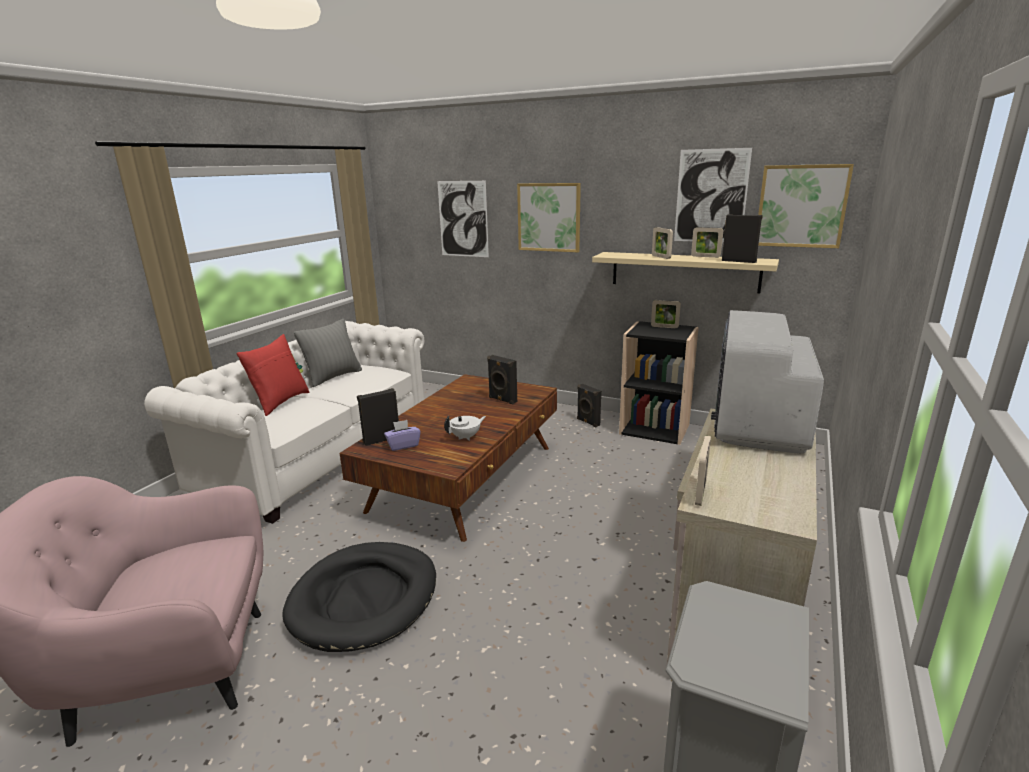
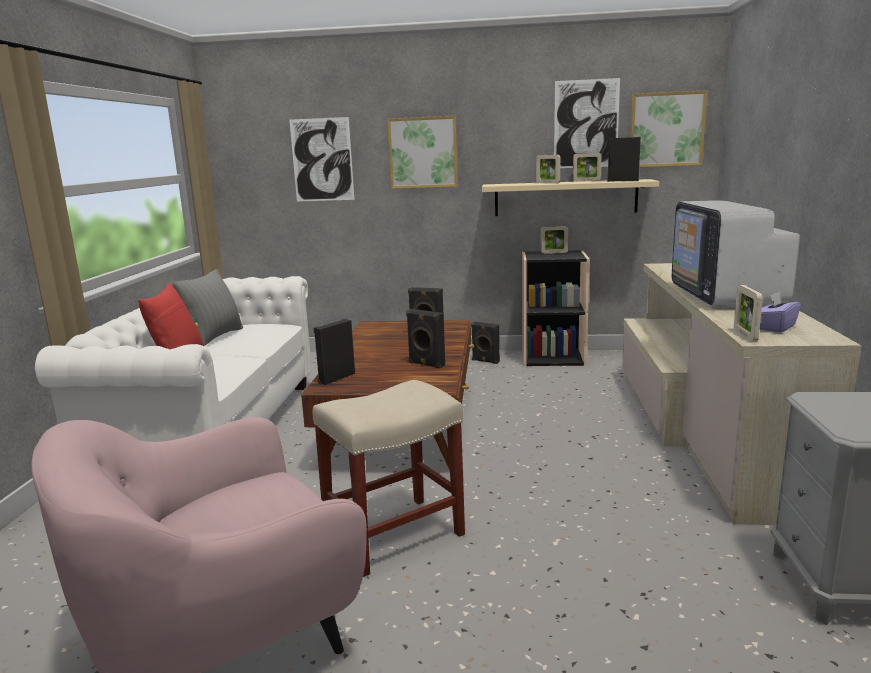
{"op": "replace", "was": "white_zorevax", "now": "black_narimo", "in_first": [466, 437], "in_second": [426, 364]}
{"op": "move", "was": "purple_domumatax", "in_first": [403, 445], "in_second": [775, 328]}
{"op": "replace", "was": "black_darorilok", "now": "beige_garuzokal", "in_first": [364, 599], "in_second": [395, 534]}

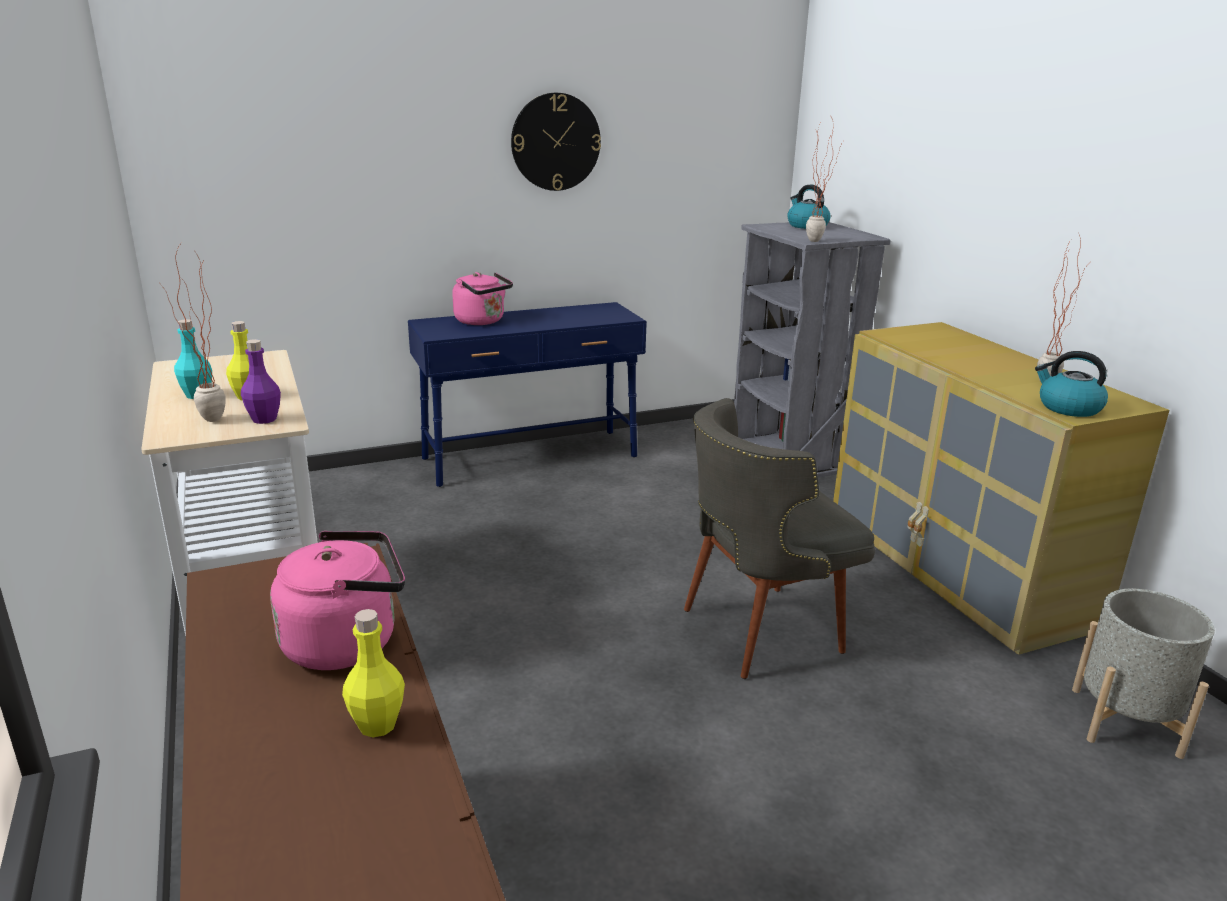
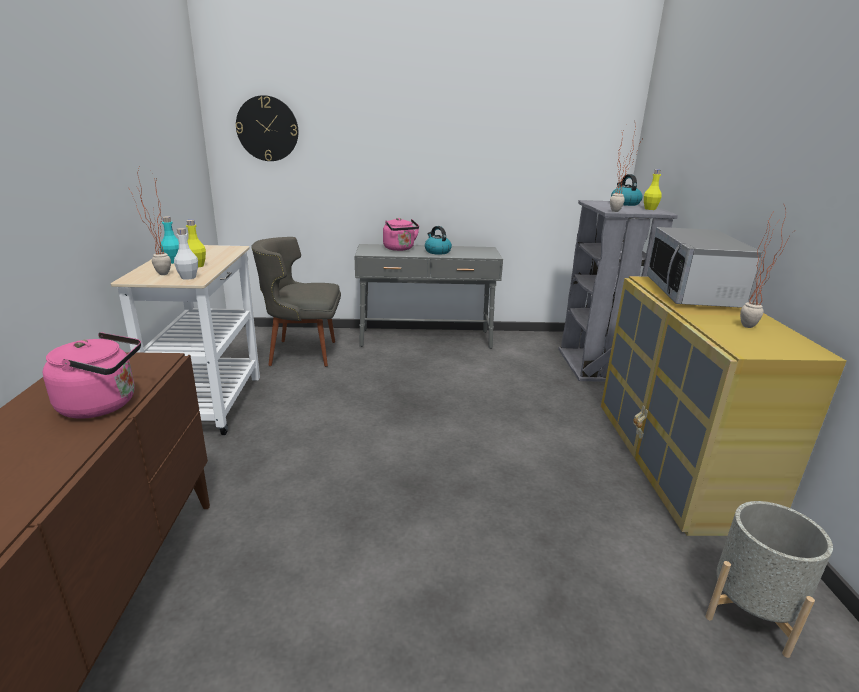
{"op": "move", "was": "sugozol", "in_first": [555, 142], "in_second": [267, 129]}
{"op": "recolor", "was": "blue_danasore", "now": "grey_danasore", "in_first": [531, 458], "in_second": [425, 339]}
{"op": "recolor", "was": "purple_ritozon", "now": "white_ritozon", "in_first": [264, 419], "in_second": [188, 277]}
{"op": "move", "was": "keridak", "in_first": [1068, 408], "in_second": [437, 251]}
{"op": "move", "was": "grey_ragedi", "in_first": [762, 631], "in_second": [304, 353]}
{"op": "move", "was": "yellow_ritozon", "in_first": [377, 725], "in_second": [650, 209]}
{"op": "insert", "now": "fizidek", "in_second": [692, 294]}

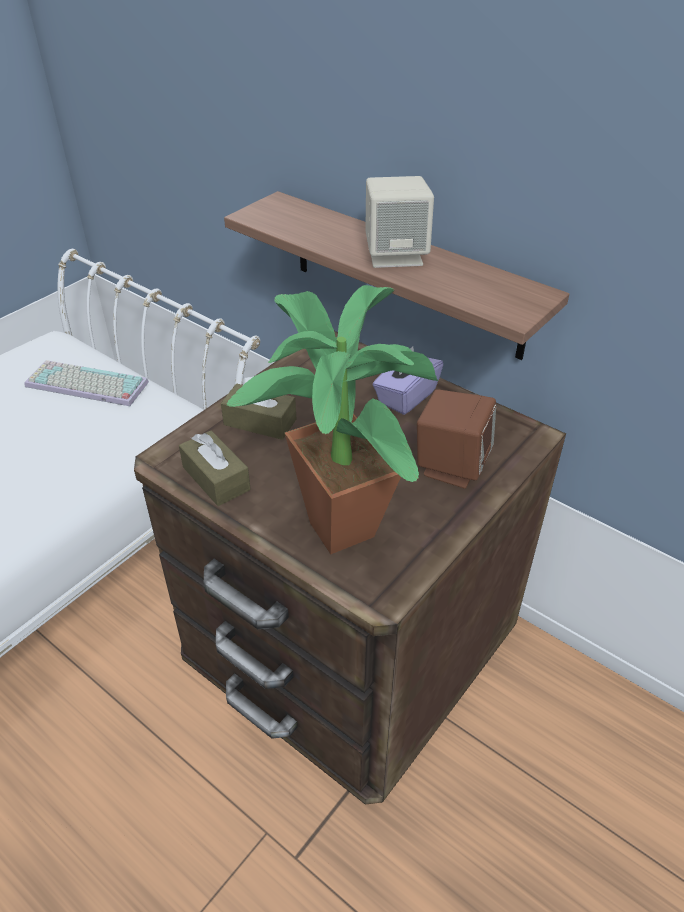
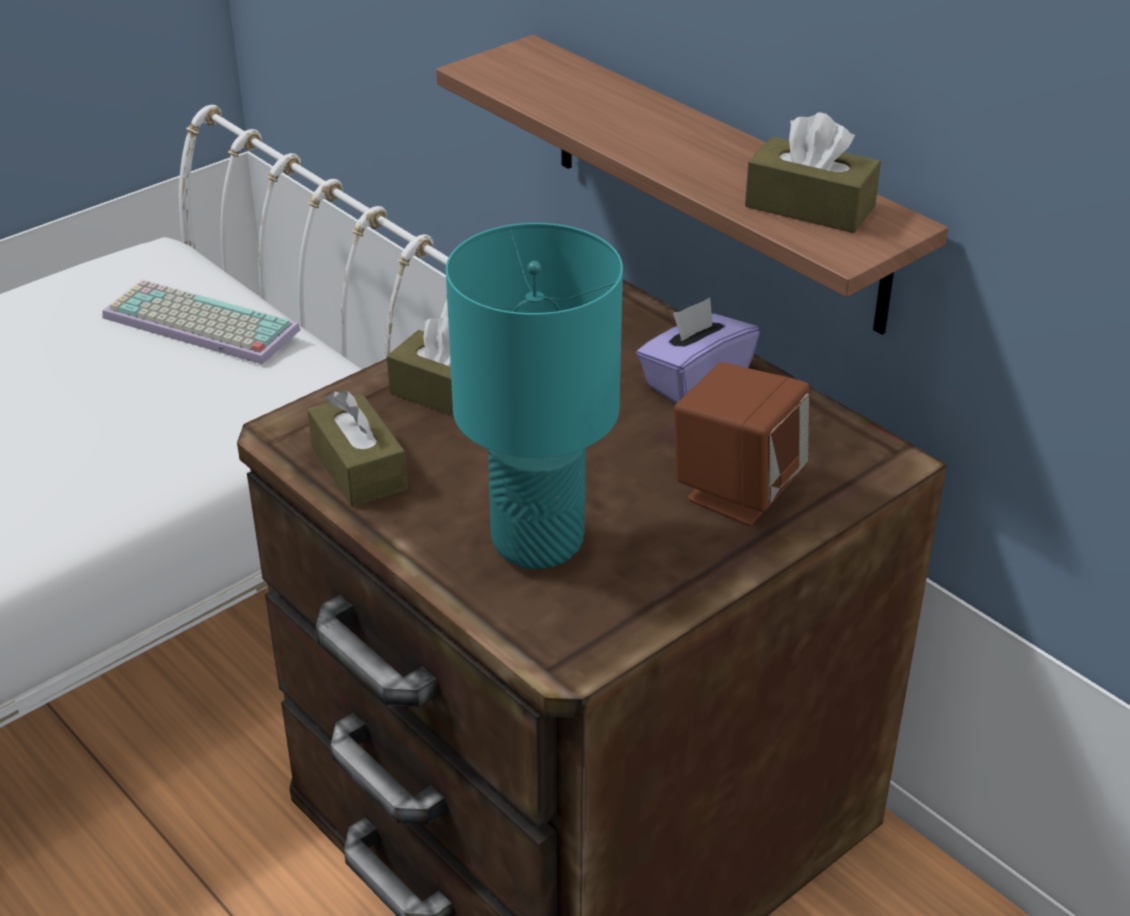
{"op": "delete", "was": "beige_narimo", "in_first": [395, 256]}
{"op": "replace", "was": "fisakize", "now": "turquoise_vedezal", "in_first": [342, 519], "in_second": [538, 547]}
{"op": "insert", "now": "brown_domumatax", "in_second": [809, 206]}

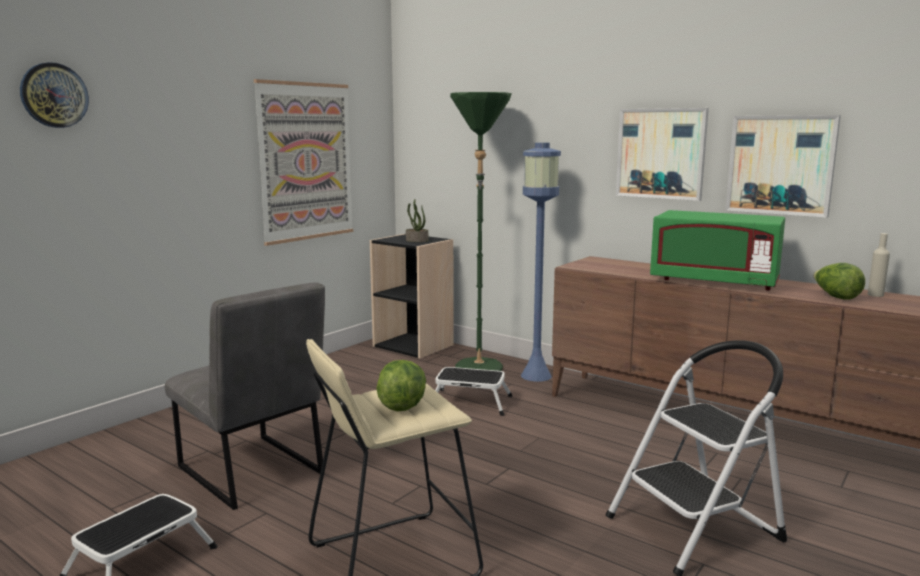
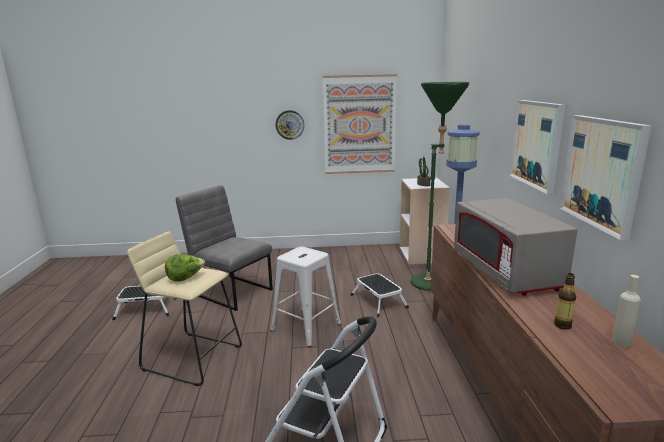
{"op": "move", "was": "sugozol", "in_first": [54, 95], "in_second": [290, 125]}
{"op": "recolor", "was": "green_fizidek", "now": "grey_fizidek", "in_first": [714, 282], "in_second": [505, 272]}
{"op": "recolor", "was": "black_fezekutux", "now": "white_fezekutux", "in_first": [414, 345], "in_second": [422, 255]}
{"op": "replace", "was": "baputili", "now": "ritozon", "in_first": [835, 297], "in_second": [562, 325]}
{"op": "rotate", "was": "grey_ragedi", "in_first": [251, 471], "in_second": [232, 291], "clockwise": 120}
{"op": "insert", "now": "white_garuzokal", "in_second": [306, 327]}

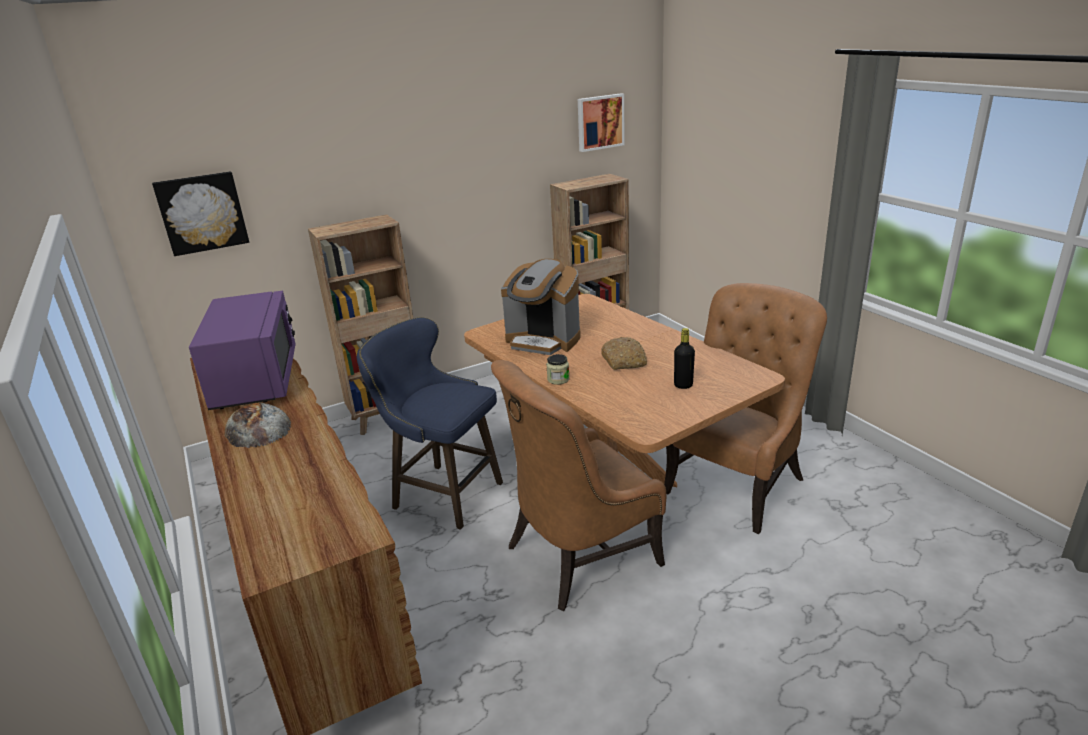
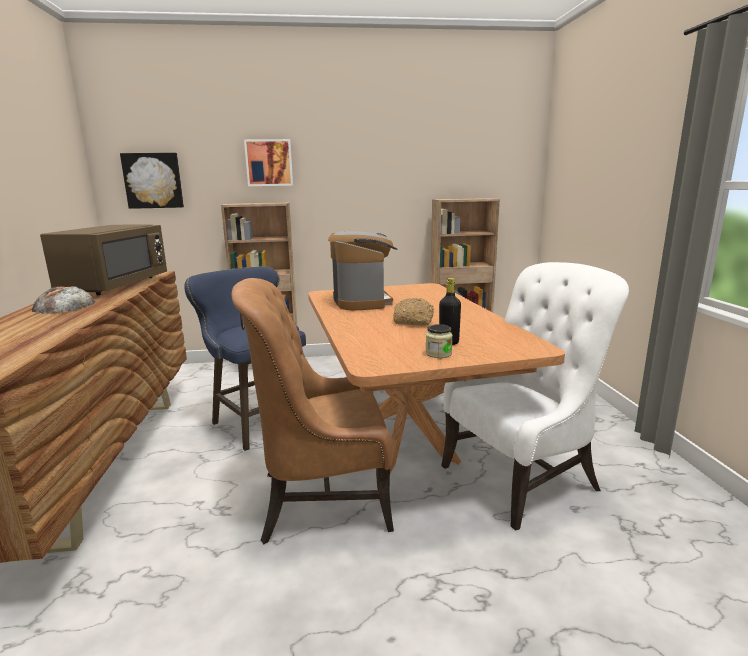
{"op": "move", "was": "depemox", "in_first": [599, 122], "in_second": [269, 163]}
{"op": "rotate", "was": "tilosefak", "in_first": [543, 341], "in_second": [362, 302], "clockwise": -150}
{"op": "recolor", "was": "brown_ragedi", "now": "white_ragedi", "in_first": [736, 485], "in_second": [521, 478]}
{"op": "recolor", "was": "purple_fizidek", "now": "brown_fizidek", "in_first": [256, 380], "in_second": [115, 286]}
{"op": "move", "was": "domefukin", "in_first": [558, 379], "in_second": [438, 354]}

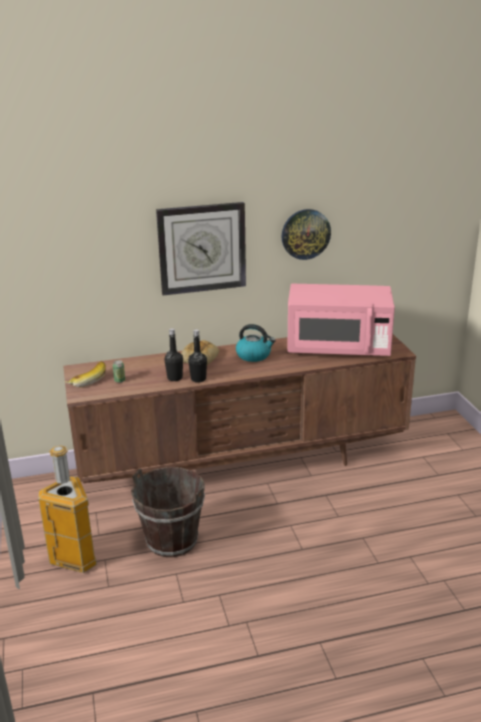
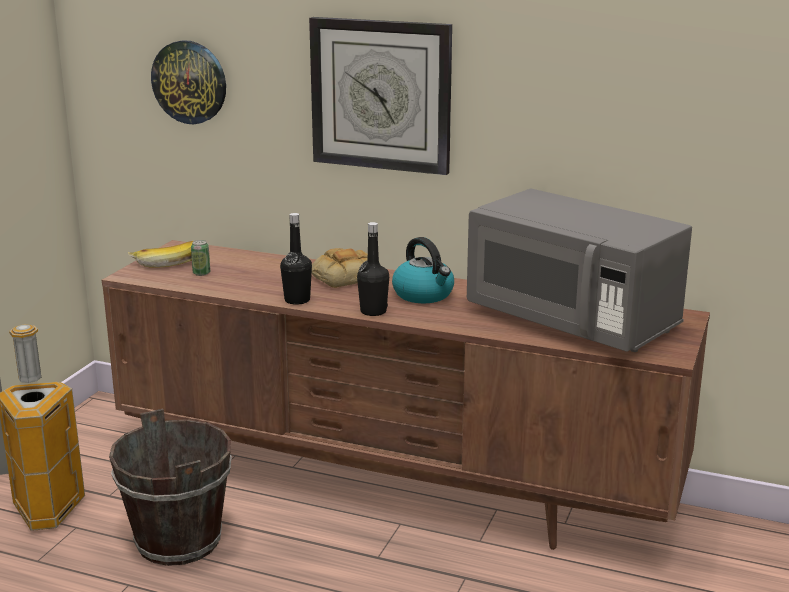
{"op": "move", "was": "sugozol", "in_first": [305, 234], "in_second": [189, 82]}
{"op": "recolor", "was": "pink_fizidek", "now": "grey_fizidek", "in_first": [338, 348], "in_second": [572, 321]}
{"op": "move", "was": "black_ritozon", "in_first": [175, 378], "in_second": [373, 311]}

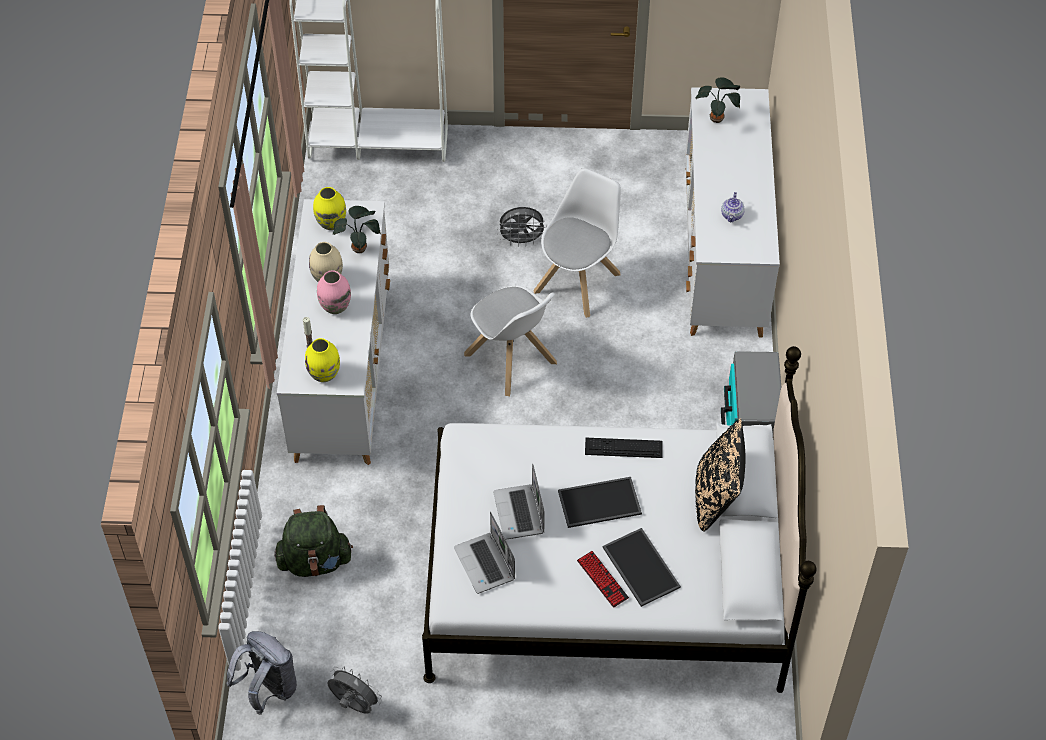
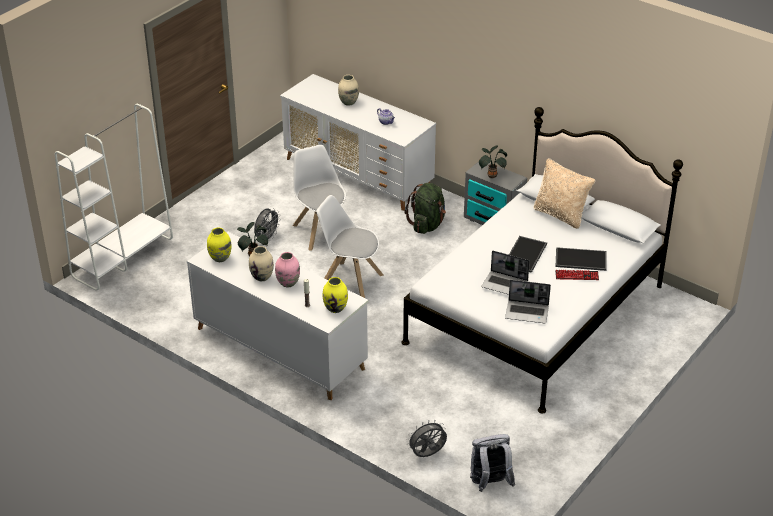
{"op": "move", "was": "fisakize", "in_first": [717, 118], "in_second": [491, 175]}
{"op": "rotate", "was": "ragedi", "in_first": [512, 360], "in_second": [350, 280], "clockwise": -150}
{"op": "recolor", "was": "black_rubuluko", "now": "beige_rubuluko", "in_first": [715, 499], "in_second": [560, 216]}
{"op": "delete", "was": "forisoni", "in_first": [623, 447]}
{"op": "move", "was": "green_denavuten", "in_first": [315, 561], "in_second": [427, 224]}
{"op": "move", "was": "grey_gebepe", "in_first": [354, 705], "in_second": [427, 455]}
{"op": "insert", "now": "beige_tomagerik", "in_second": [348, 102]}

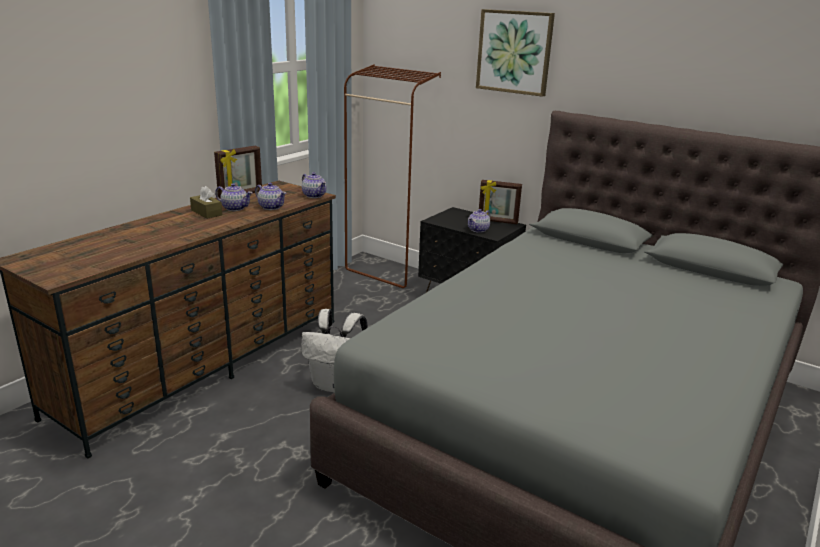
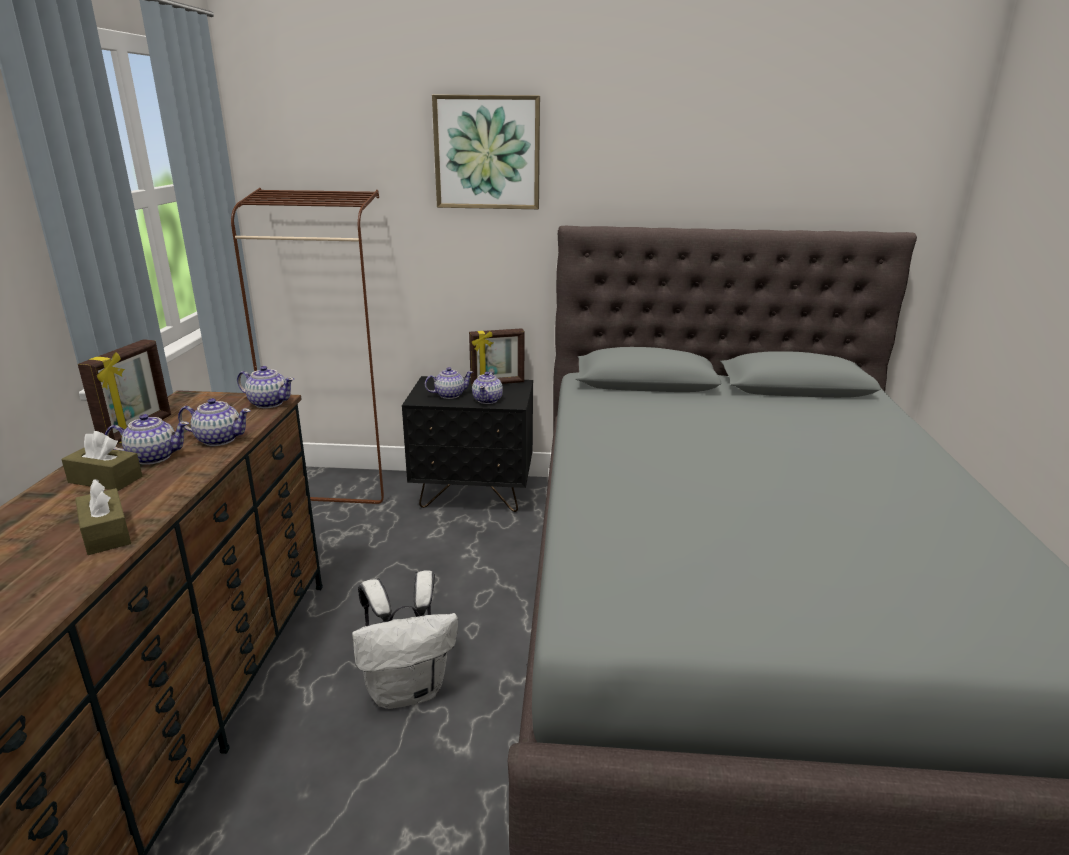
{"op": "insert", "now": "zorevax", "in_second": [449, 395]}
{"op": "insert", "now": "brown_domumatax", "in_second": [106, 533]}

